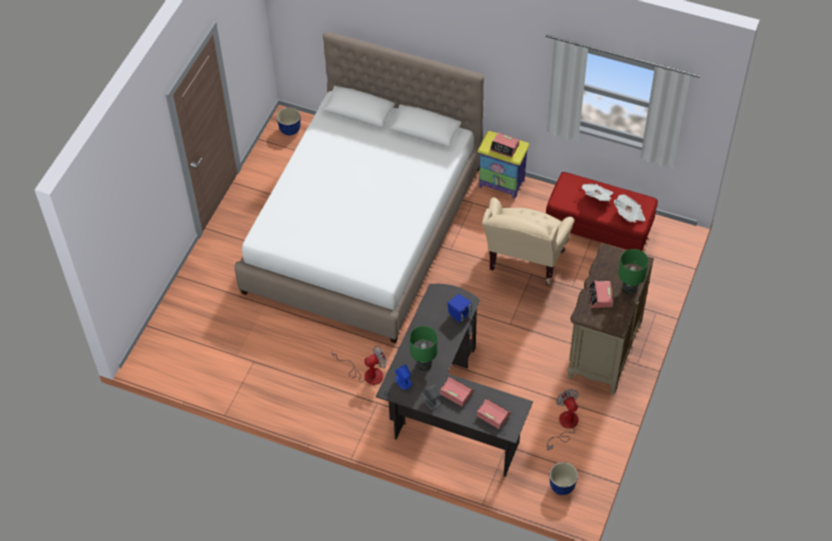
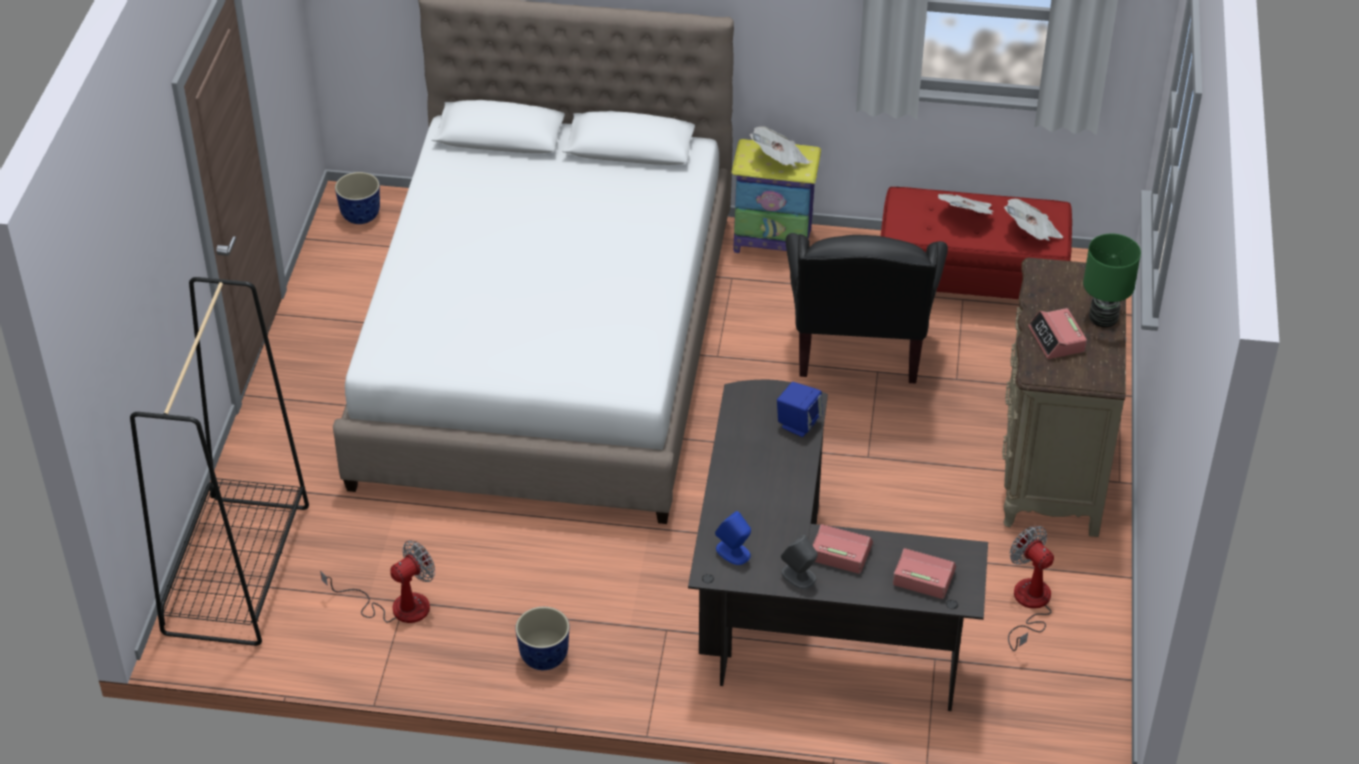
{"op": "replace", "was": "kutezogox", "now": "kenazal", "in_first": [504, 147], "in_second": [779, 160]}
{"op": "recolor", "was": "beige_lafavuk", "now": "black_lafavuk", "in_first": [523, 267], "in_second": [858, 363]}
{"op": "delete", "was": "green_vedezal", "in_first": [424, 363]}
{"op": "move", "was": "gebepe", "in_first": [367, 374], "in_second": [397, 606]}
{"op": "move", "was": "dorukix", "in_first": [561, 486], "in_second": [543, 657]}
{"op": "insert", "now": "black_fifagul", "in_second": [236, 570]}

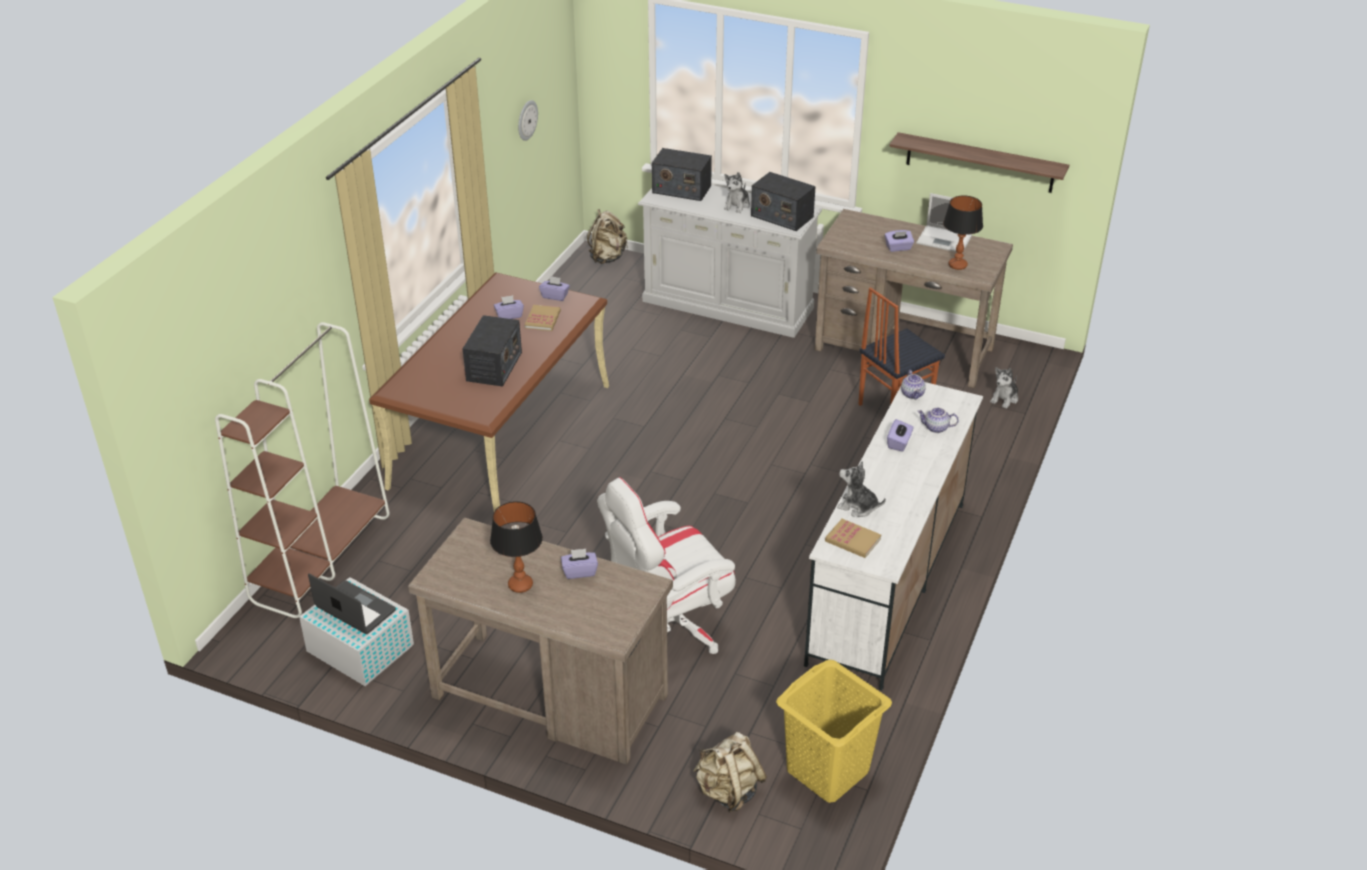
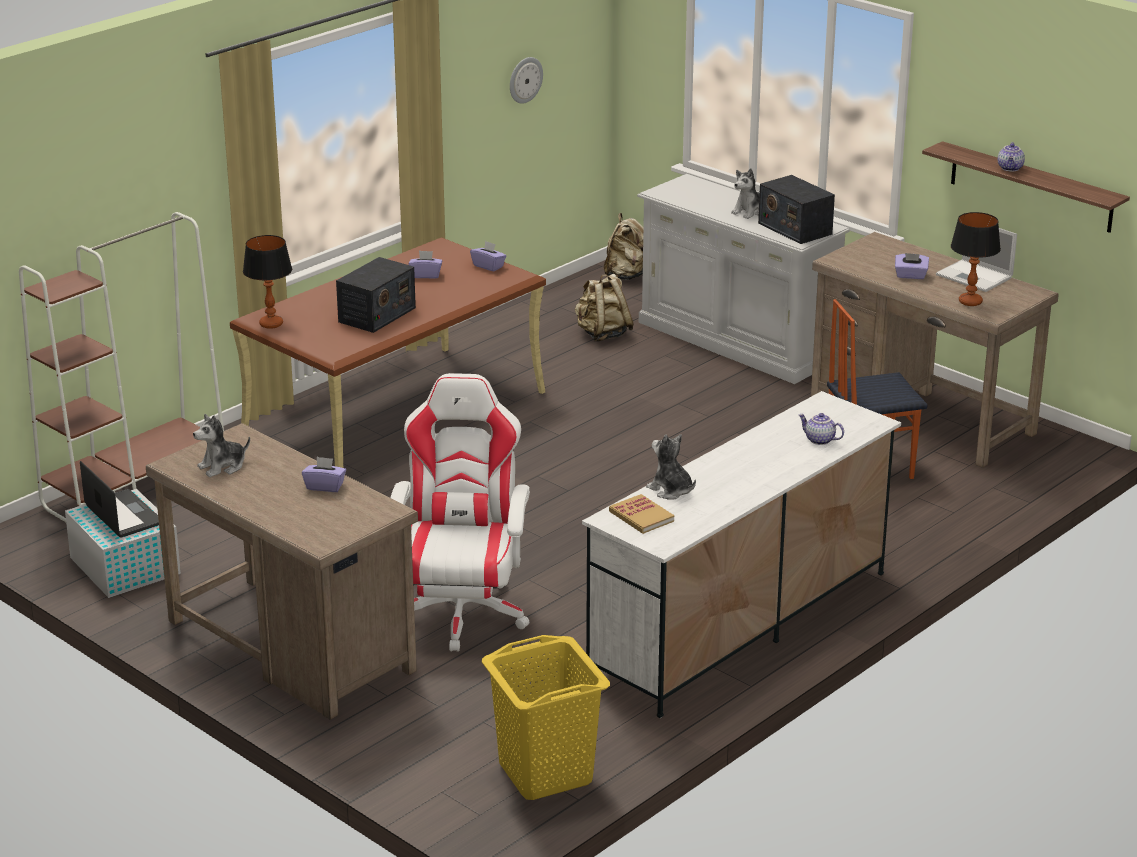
{"op": "delete", "was": "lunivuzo", "in_first": [681, 189]}
{"op": "delete", "was": "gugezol", "in_first": [542, 319]}
{"op": "move", "was": "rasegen", "in_first": [1004, 399], "in_second": [222, 466]}
{"op": "move", "was": "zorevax", "in_first": [913, 394], "in_second": [1010, 168]}
{"op": "delete", "was": "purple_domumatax", "in_first": [899, 443]}
{"op": "rotate", "was": "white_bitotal", "in_first": [670, 626], "in_second": [461, 613], "clockwise": 105}
{"op": "move", "was": "vedezal", "in_first": [520, 585], "in_second": [271, 324]}
{"op": "move", "was": "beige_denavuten", "in_first": [728, 791], "in_second": [602, 334]}

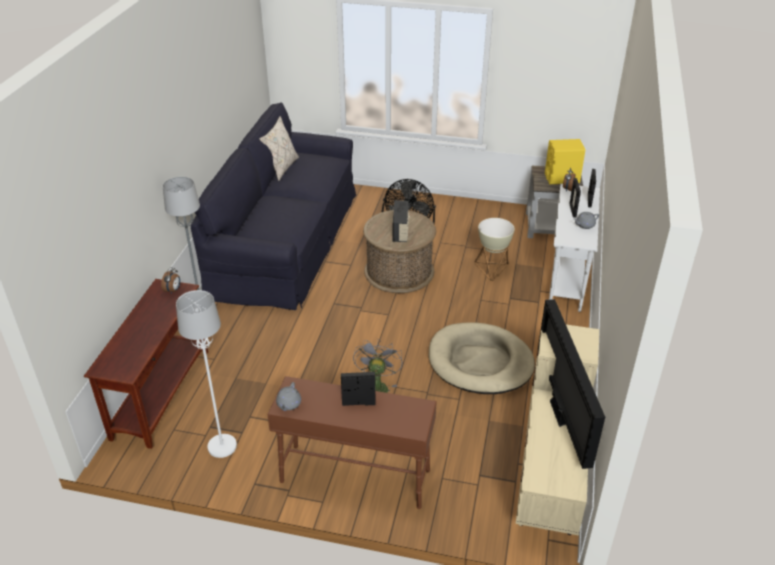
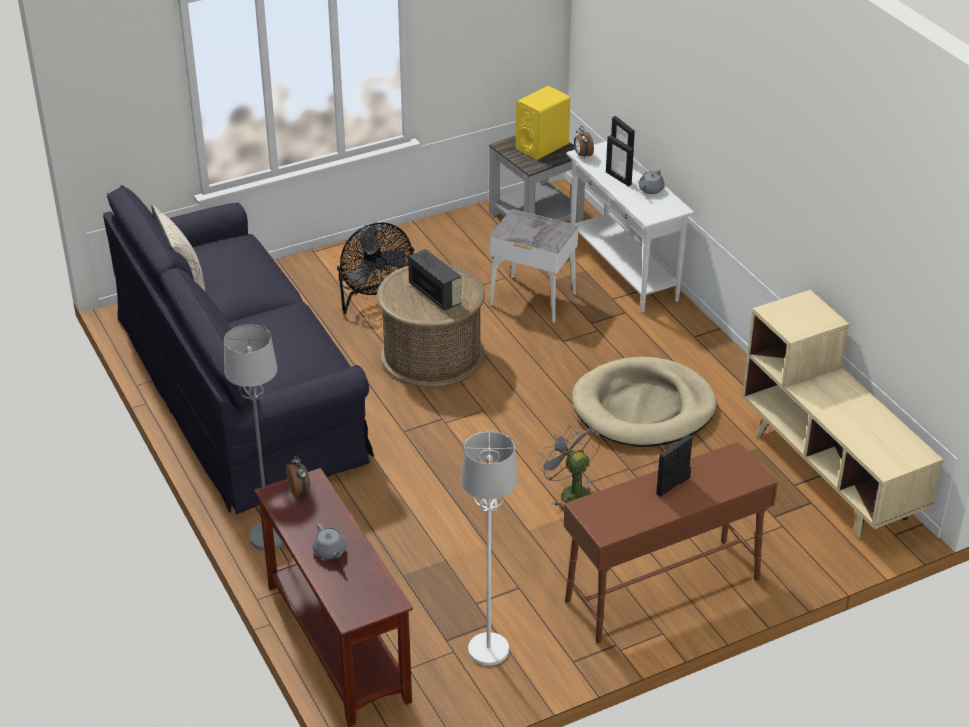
{"op": "replace", "was": "dorukix", "now": "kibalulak", "in_first": [492, 269], "in_second": [533, 299]}
{"op": "delete", "was": "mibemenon", "in_first": [559, 415]}
{"op": "move", "was": "grey_zorevax", "in_first": [288, 404], "in_second": [330, 551]}

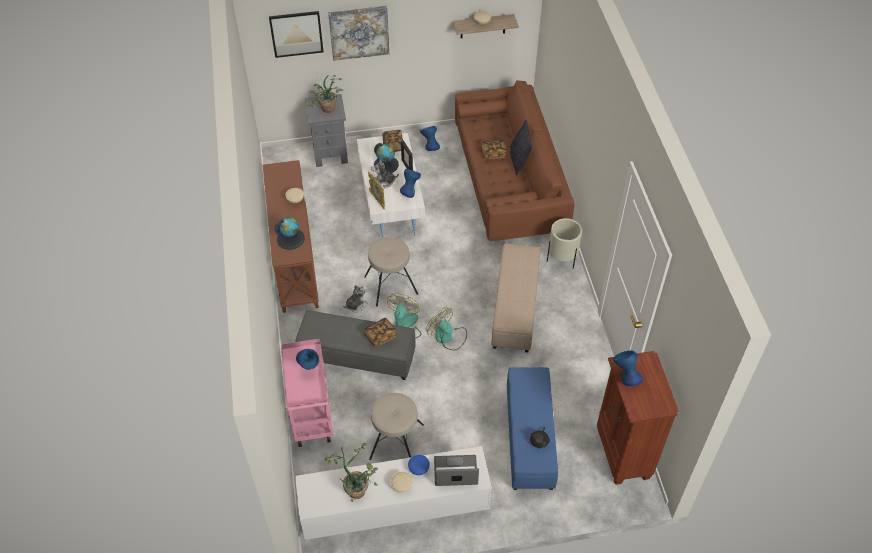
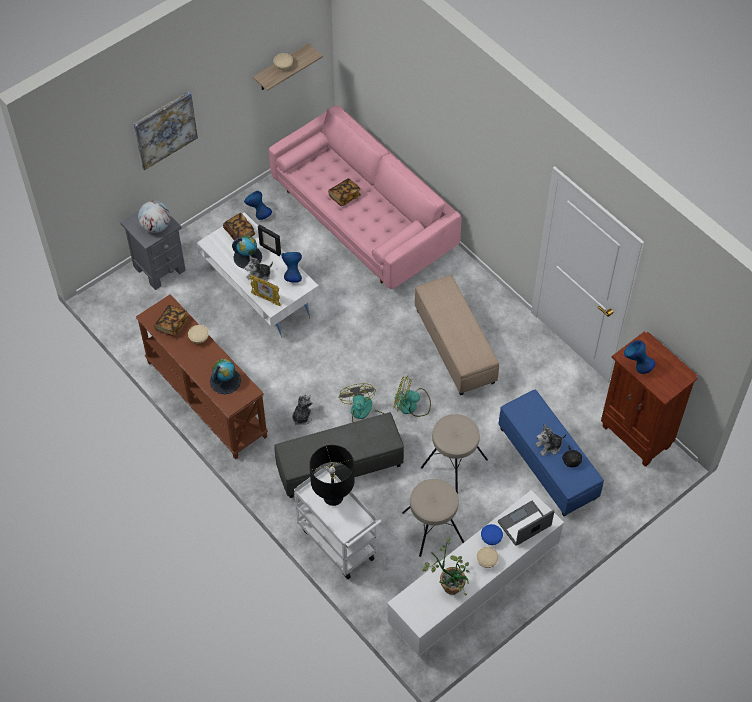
{"op": "delete", "was": "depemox", "in_first": [296, 33]}
{"op": "replace", "was": "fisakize", "now": "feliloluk", "in_first": [327, 111], "in_second": [156, 226]}
{"op": "recolor", "was": "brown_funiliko", "now": "pink_funiliko", "in_first": [509, 182], "in_second": [364, 217]}
{"op": "delete", "was": "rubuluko", "in_first": [519, 161]}
{"op": "delete", "was": "beige_dorukix", "in_first": [562, 259]}
{"op": "move", "was": "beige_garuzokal", "in_first": [390, 285], "in_second": [453, 463]}
{"op": "move", "was": "gugezol", "in_first": [380, 336], "in_second": [172, 325]}
{"op": "recolor", "was": "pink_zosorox", "now": "white_zosorox", "in_first": [312, 417], "in_second": [338, 545]}
{"op": "replace", "was": "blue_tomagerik", "now": "black_vedezal", "in_first": [308, 368], "in_second": [333, 498]}
{"op": "insert", "now": "rasegen", "in_second": [549, 446]}

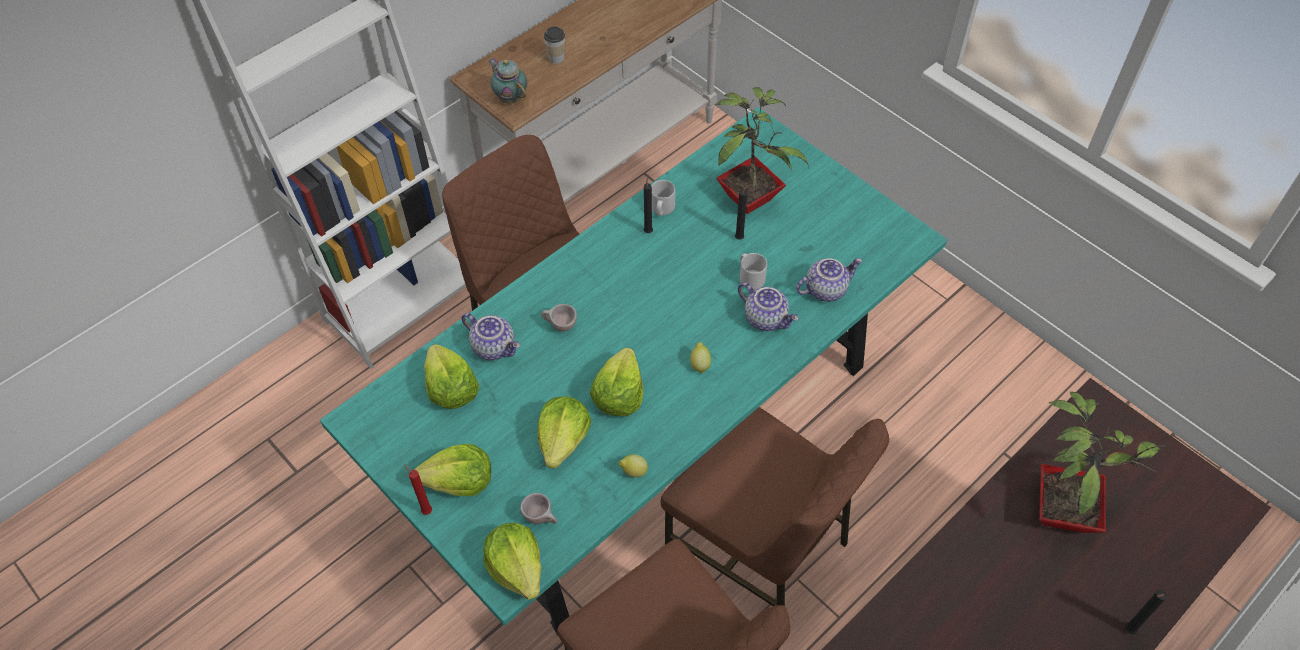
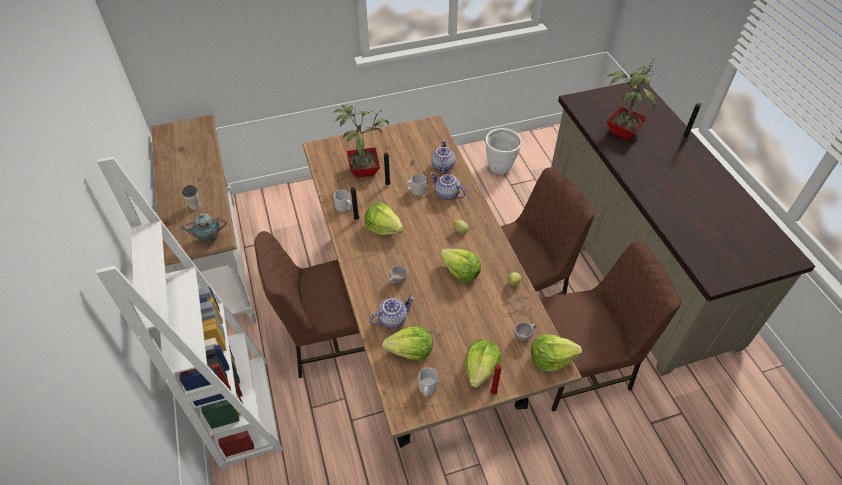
{"op": "recolor", "was": "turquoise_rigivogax", "now": "brown_rigivogax", "in_first": [650, 429], "in_second": [420, 313]}
{"op": "rotate", "was": "zorevax", "in_first": [766, 318], "in_second": [446, 194], "clockwise": -120}
{"op": "move", "was": "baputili", "in_first": [563, 440], "in_second": [383, 227]}
{"op": "insert", "now": "white_dorukix", "in_second": [500, 168]}
{"op": "insert", "now": "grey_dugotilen", "in_second": [427, 388]}

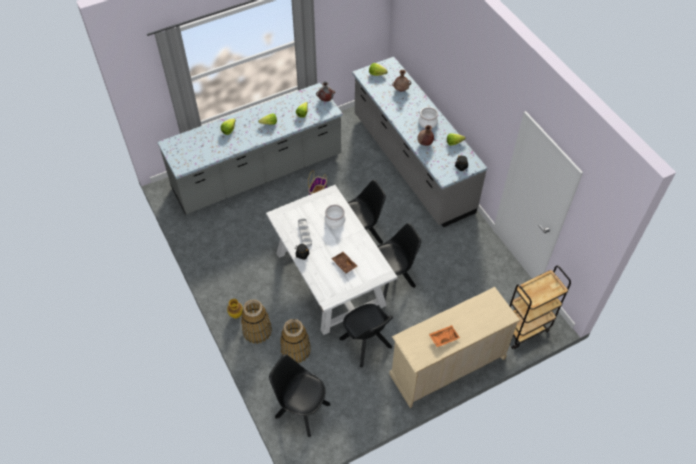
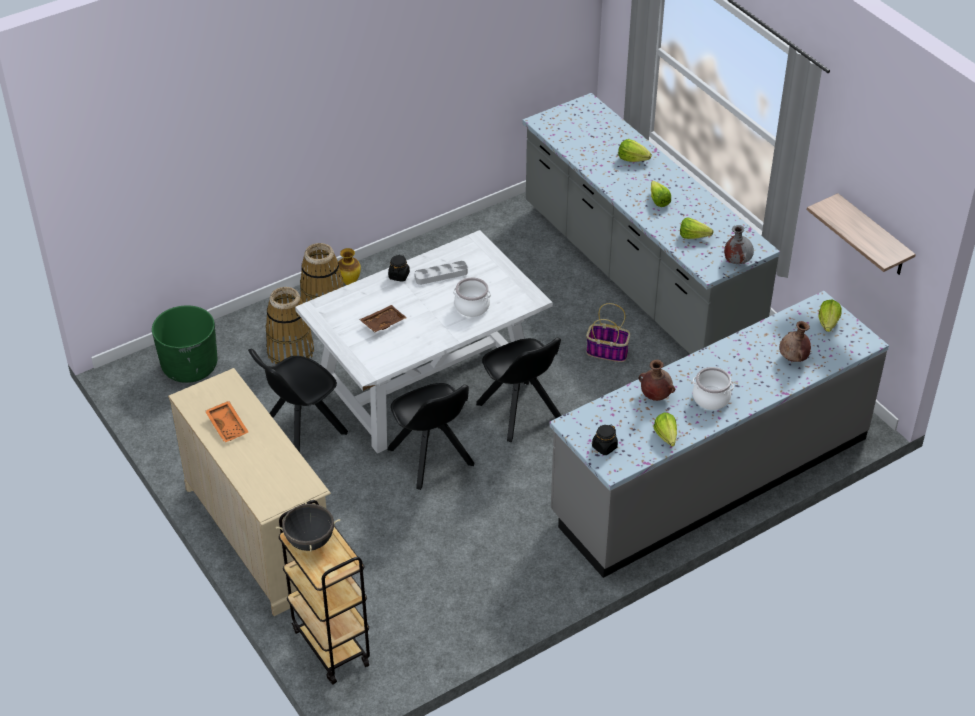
{"op": "replace", "was": "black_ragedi", "now": "green_dorukix", "in_first": [301, 409], "in_second": [190, 366]}
{"op": "insert", "now": "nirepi", "in_second": [873, 237]}
{"op": "insert", "now": "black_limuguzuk", "in_second": [310, 541]}

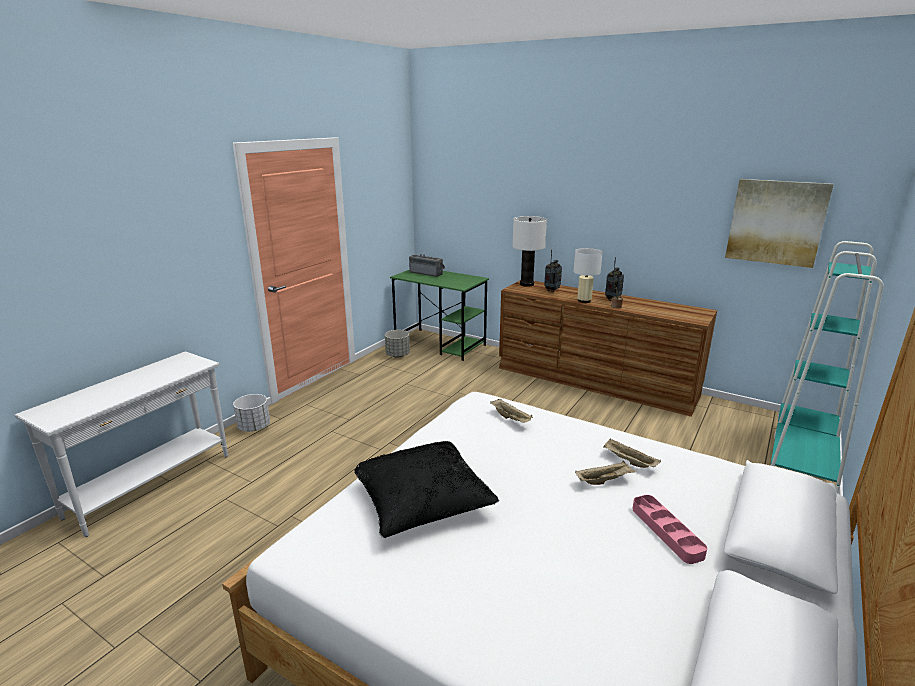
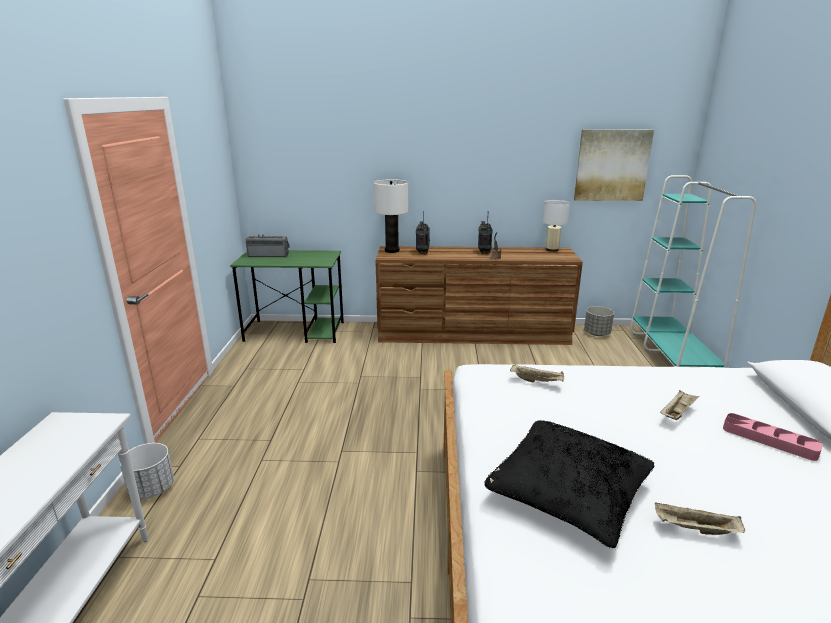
{"op": "move", "was": "white_vedezal", "in_first": [584, 301], "in_second": [552, 250]}
{"op": "move", "was": "grey_dorukix", "in_first": [397, 355], "in_second": [597, 333]}
{"op": "move", "was": "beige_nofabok", "in_first": [628, 461], "in_second": [694, 529]}

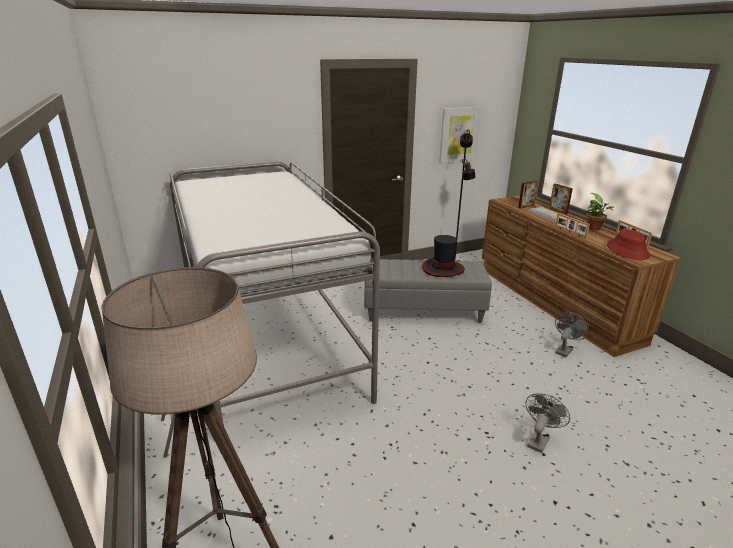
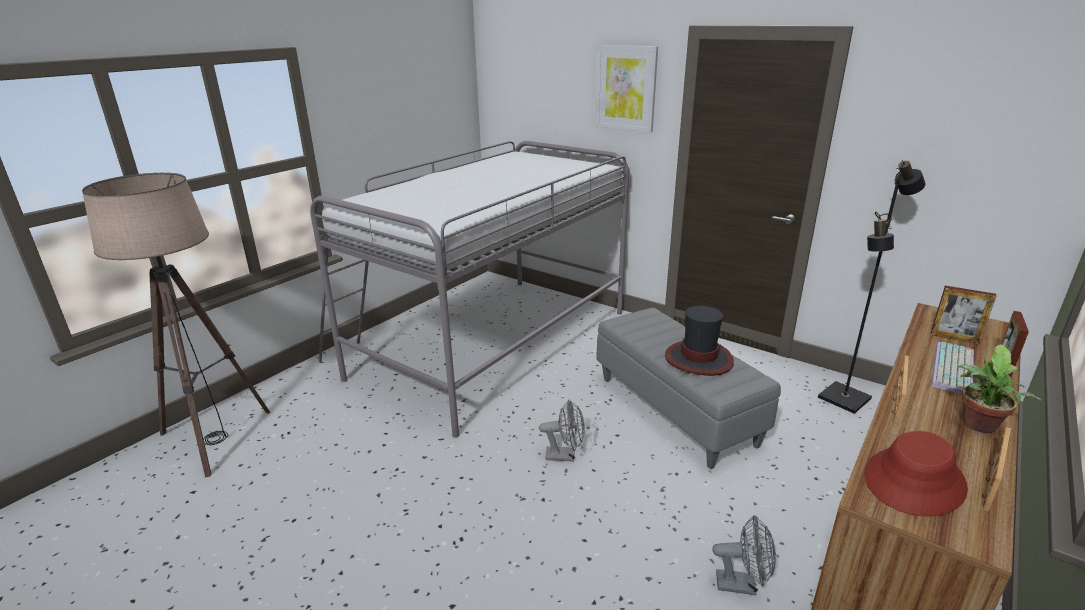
{"op": "move", "was": "depemox", "in_first": [459, 135], "in_second": [626, 88]}
{"op": "move", "was": "grey_gebepe", "in_first": [539, 439], "in_second": [565, 456]}

